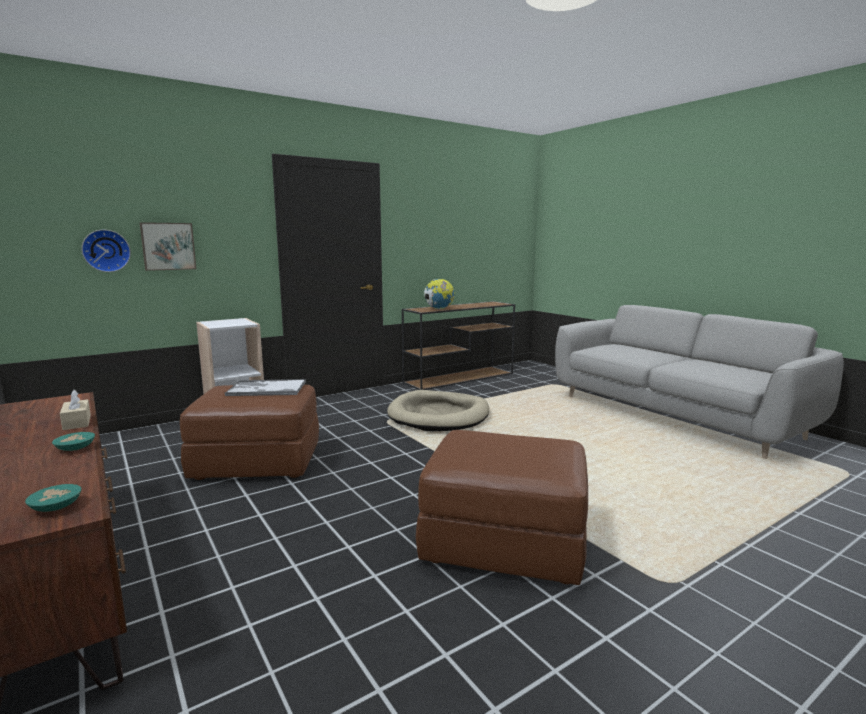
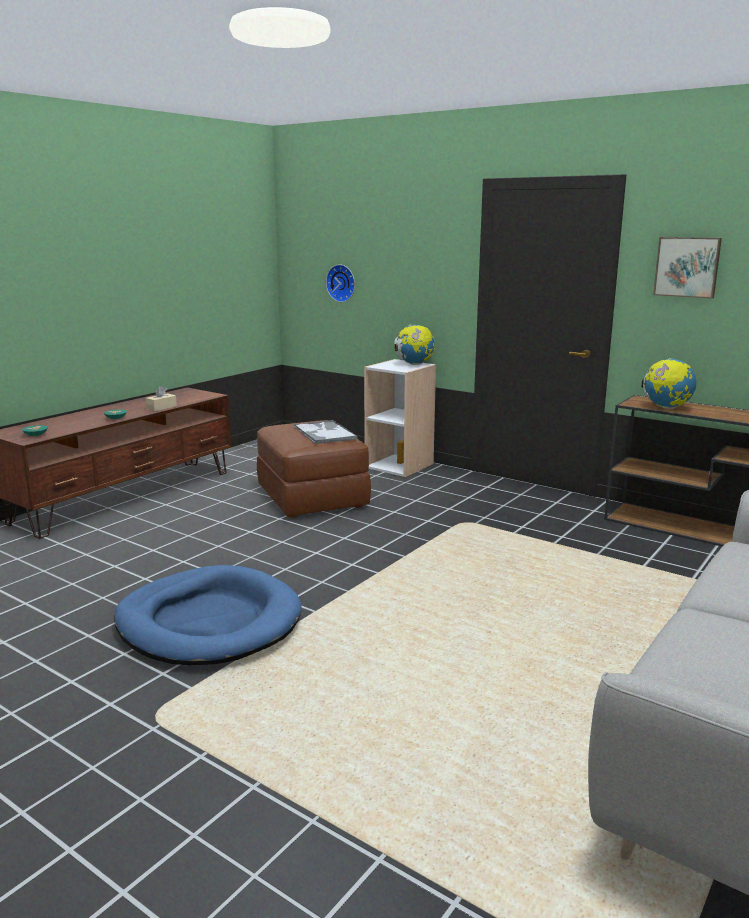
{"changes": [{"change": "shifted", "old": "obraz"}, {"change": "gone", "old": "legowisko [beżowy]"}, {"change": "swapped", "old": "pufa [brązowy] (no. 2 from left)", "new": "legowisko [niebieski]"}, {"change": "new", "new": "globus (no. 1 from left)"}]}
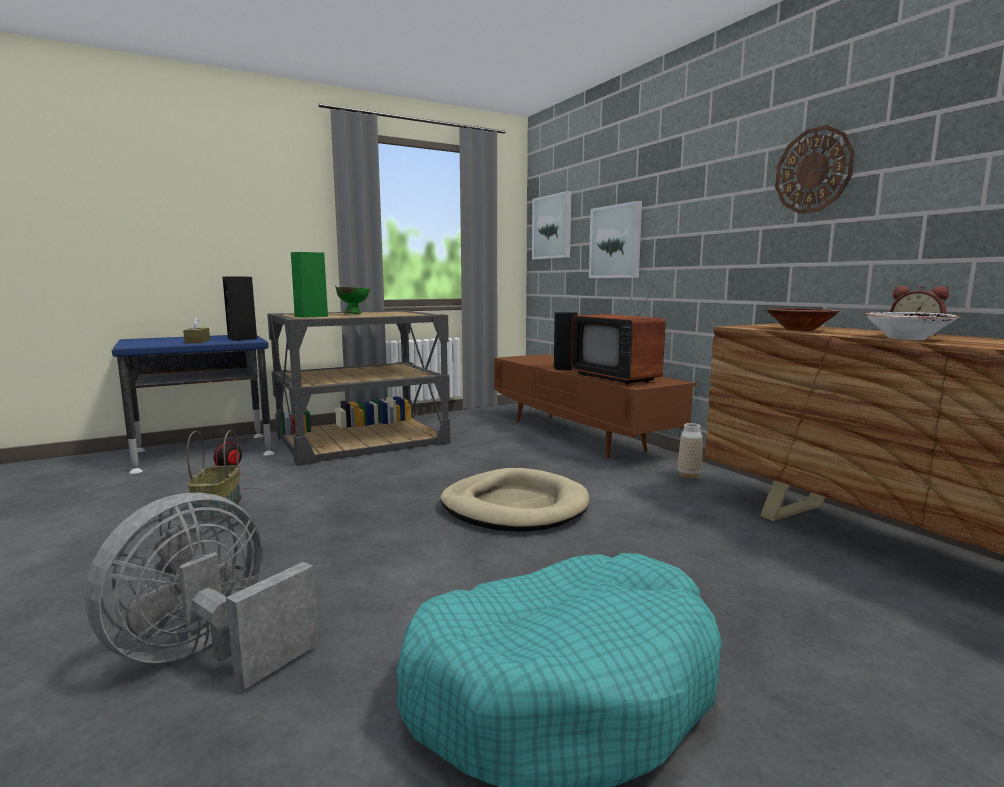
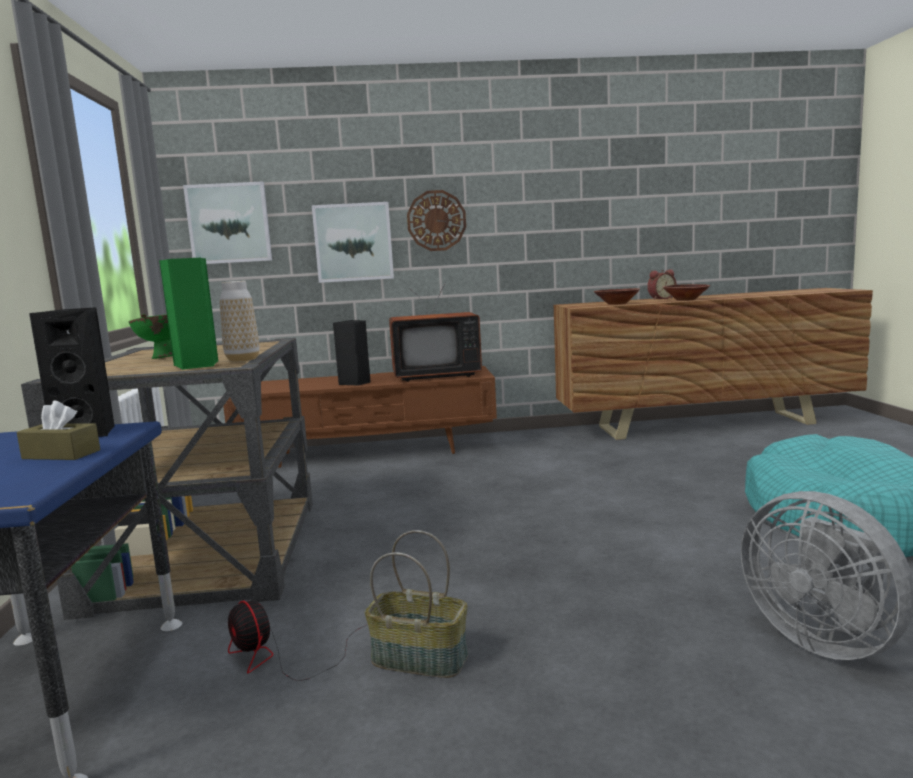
{"changes": [{"change": "gone", "old": "legowisko [beżowy]"}, {"change": "shifted", "old": "wazon"}, {"change": "shifted", "old": "zegar ścienny"}, {"change": "repainted", "old": "miska [biały]", "new": "miska [brązowy] (no. 2 from left)"}]}
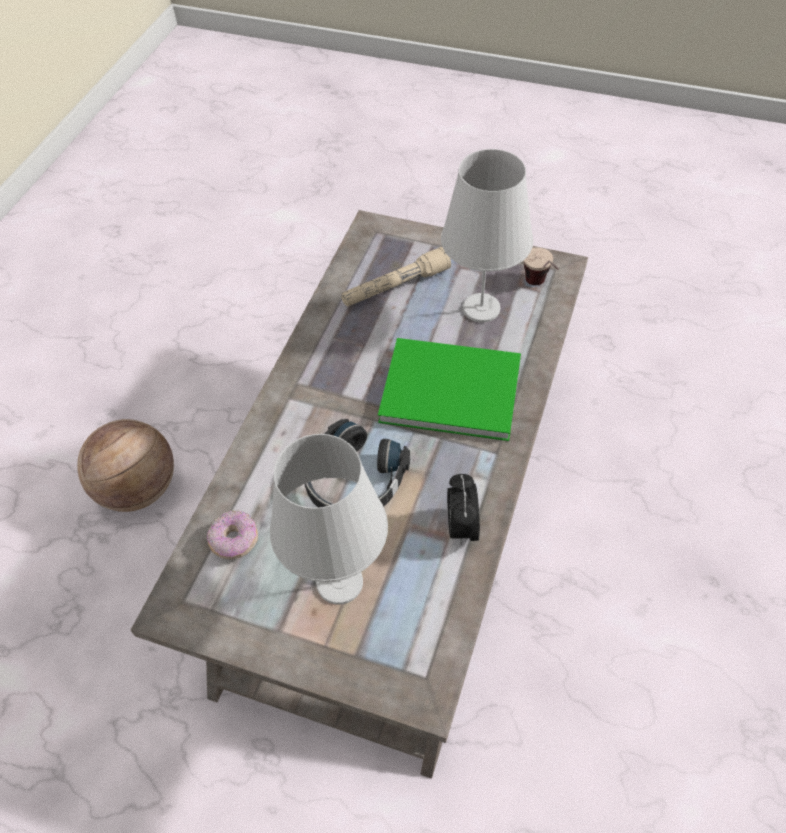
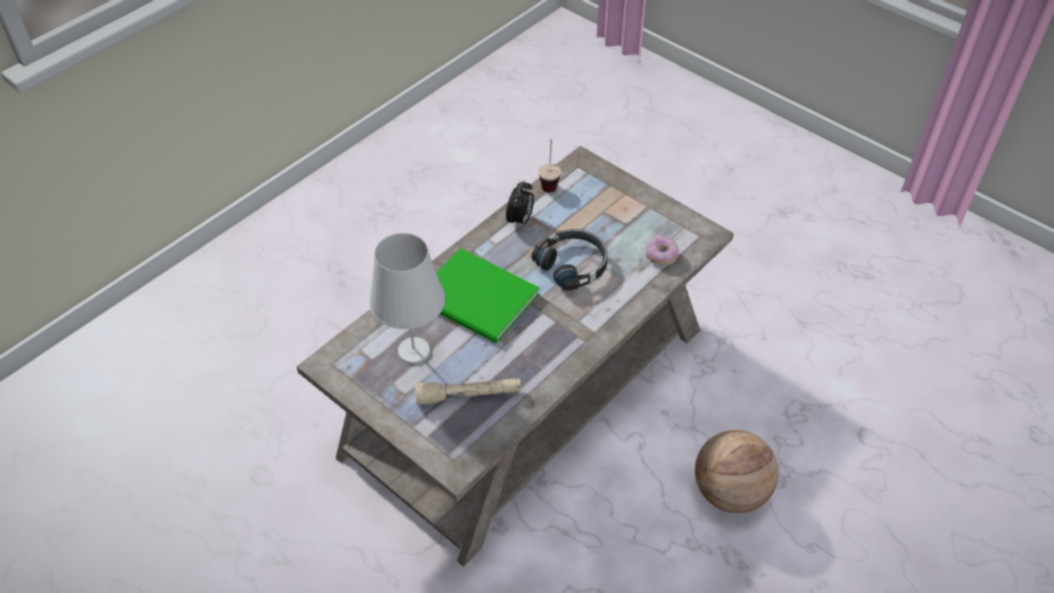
{"changes": [{"change": "gone", "old": "lampa stołowa [biały] (no. 1 from left)"}, {"change": "shifted", "old": "filiżanka"}]}
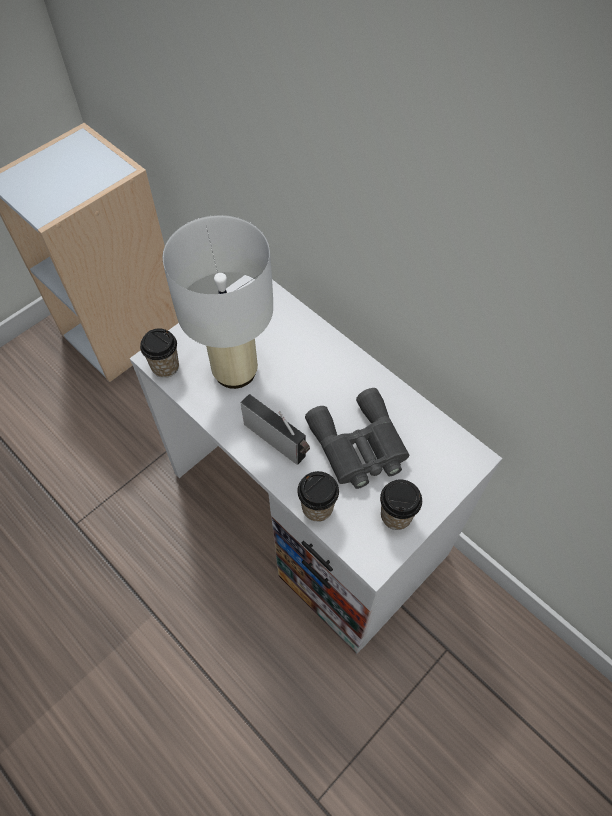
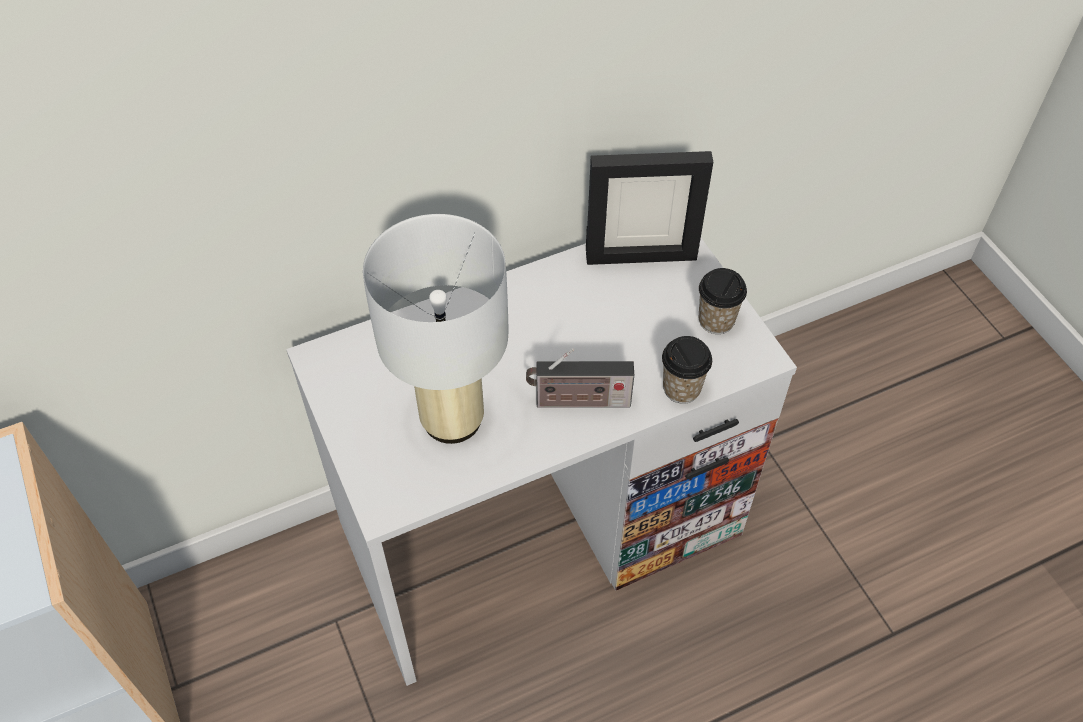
{"changes": [{"change": "gone", "old": "filiżanka (no. 1 from left)"}, {"change": "rotated", "old": "radio", "degrees": -150}, {"change": "gone", "old": "lornetka [szary]"}, {"change": "new", "new": "ramka na zdjęcie"}]}
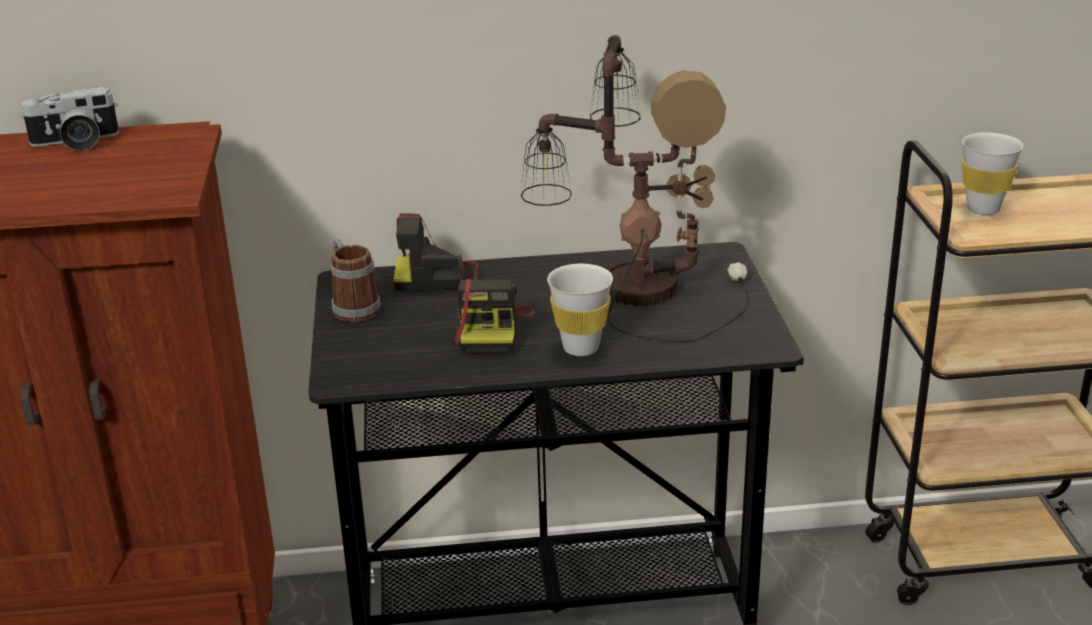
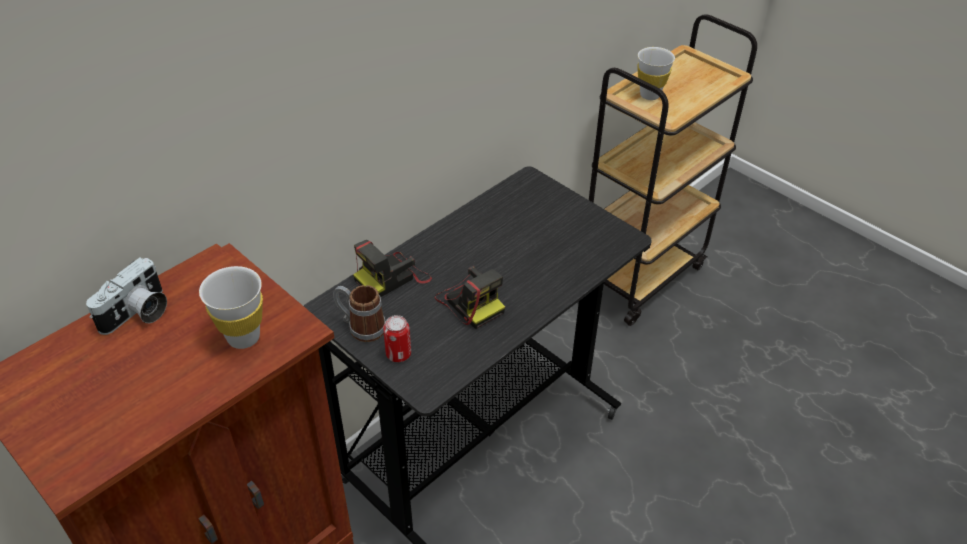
{"changes": [{"change": "gone", "old": "lampa stołowa"}, {"change": "shifted", "old": "filiżanka [biały] (no. 1 from left)"}, {"change": "new", "new": "puszka"}]}
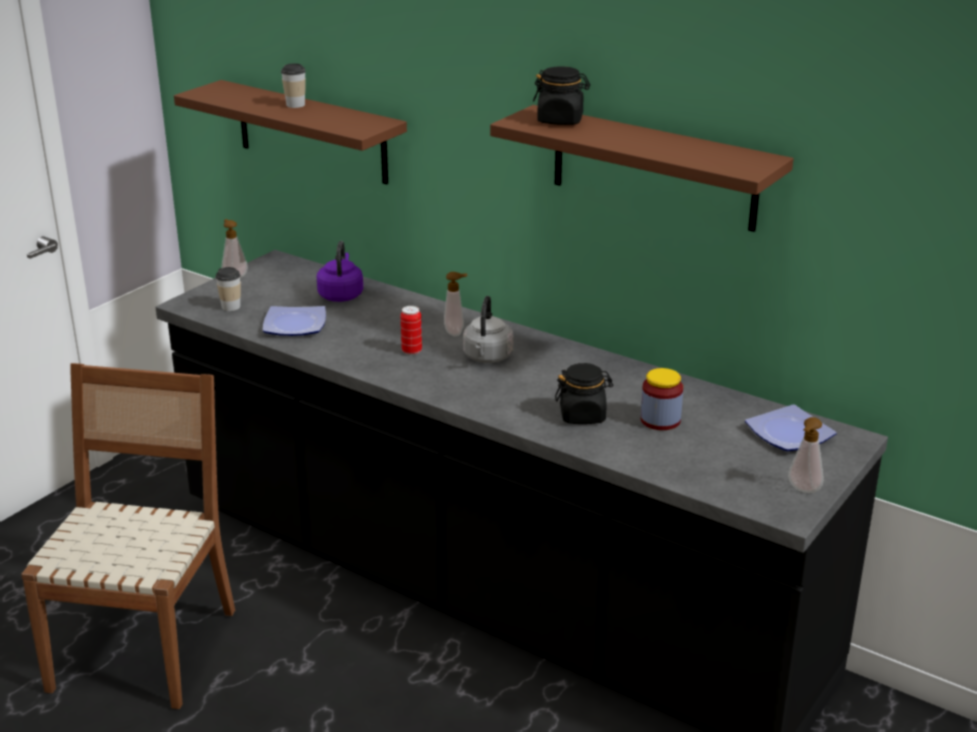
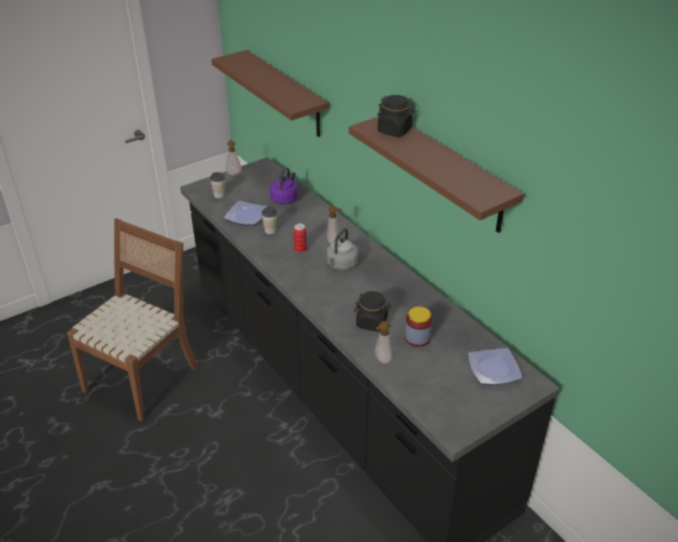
{"changes": [{"change": "shifted", "old": "filiżanka (no. 2 from left)"}, {"change": "shifted", "old": "dozownik mydła (no. 3 from left)"}]}
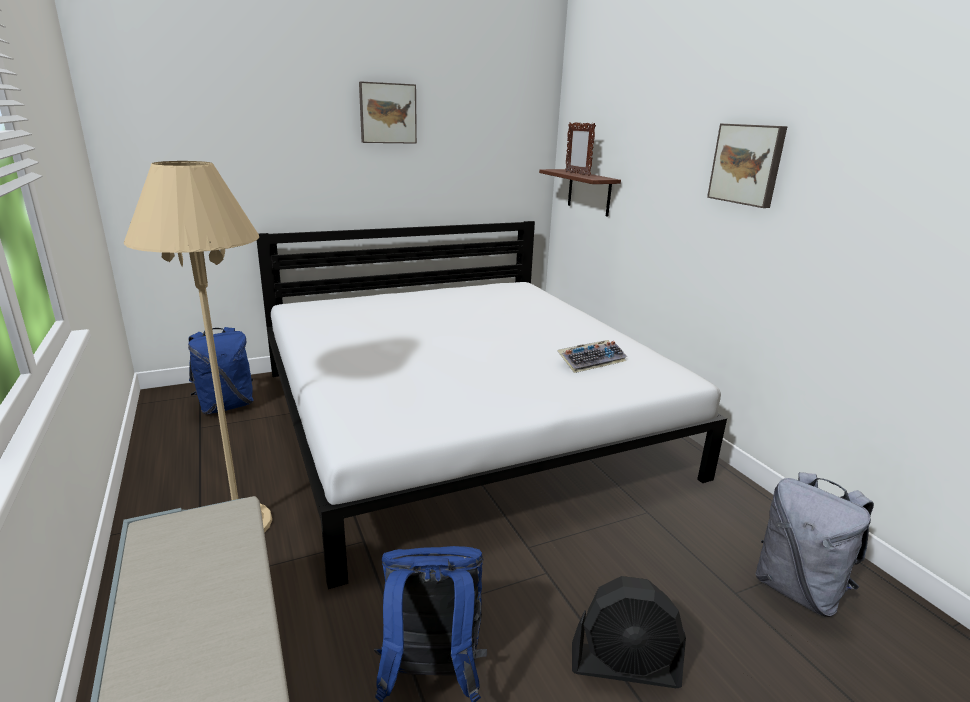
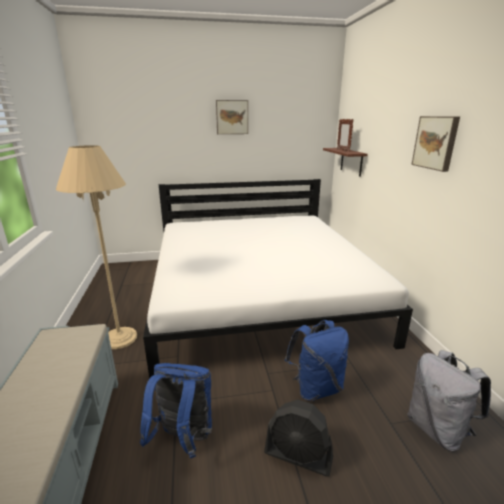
{"changes": [{"change": "shifted", "old": "plecak [niebieski] (no. 1 from left in the first image)", "new": "plecak [niebieski] (no. 2 from left)"}, {"change": "gone", "old": "klawiatura"}]}
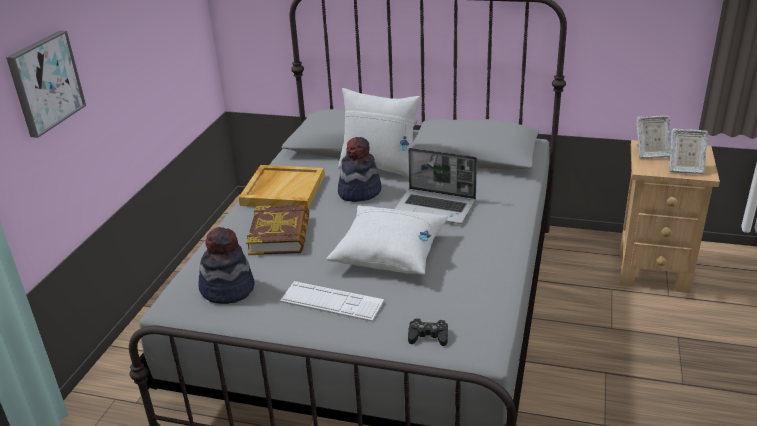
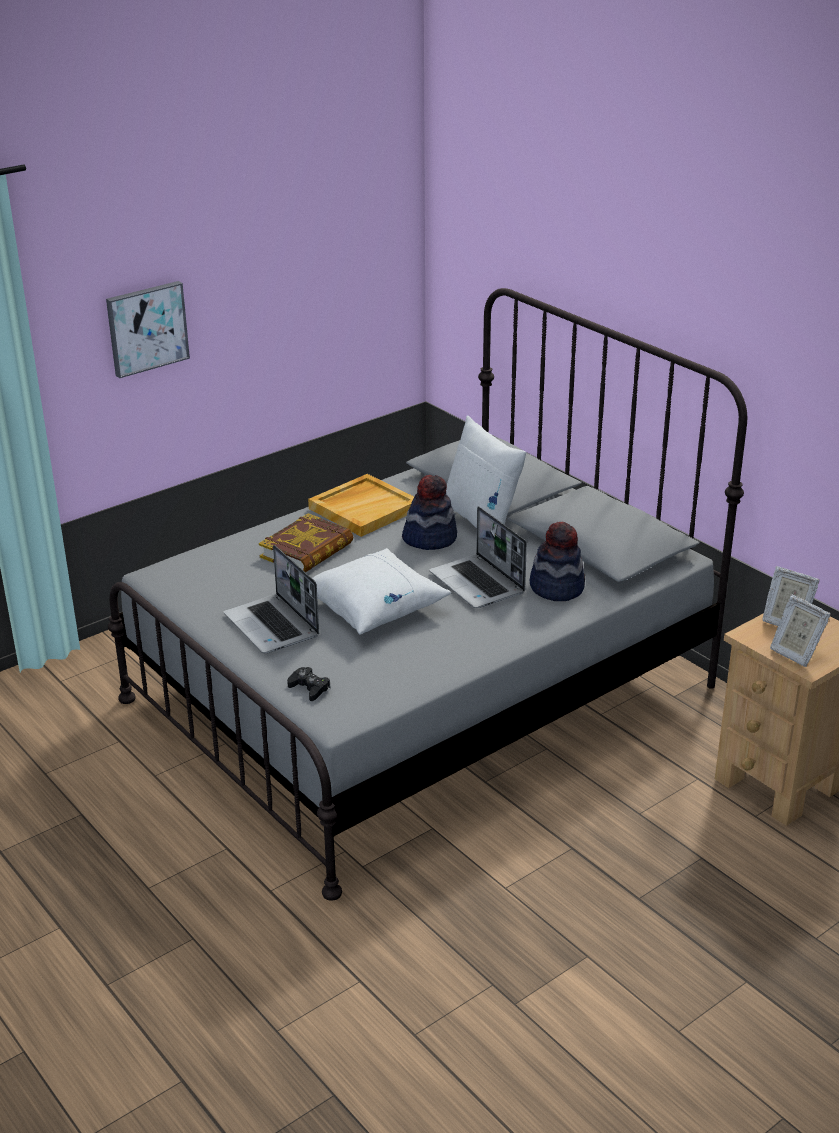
{"changes": [{"change": "shifted", "old": "kapelusz (no. 1 from left in the first image)", "new": "kapelusz (no. 2 from left)"}, {"change": "swapped", "old": "klawiatura", "new": "laptop (no. 1 from left)"}]}
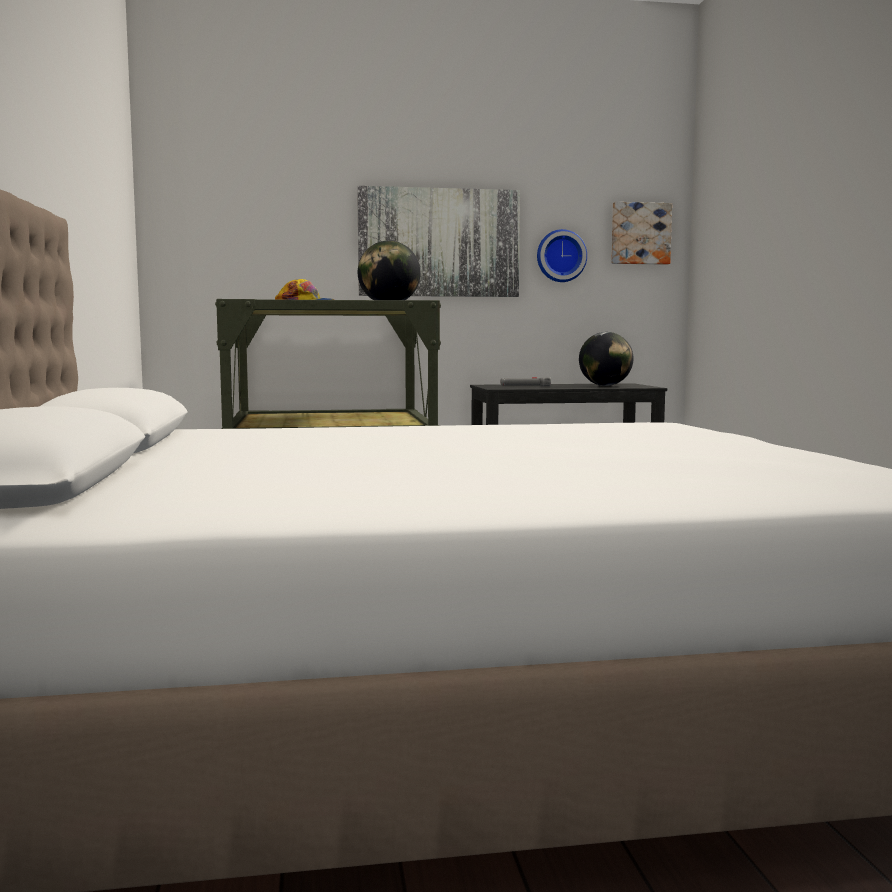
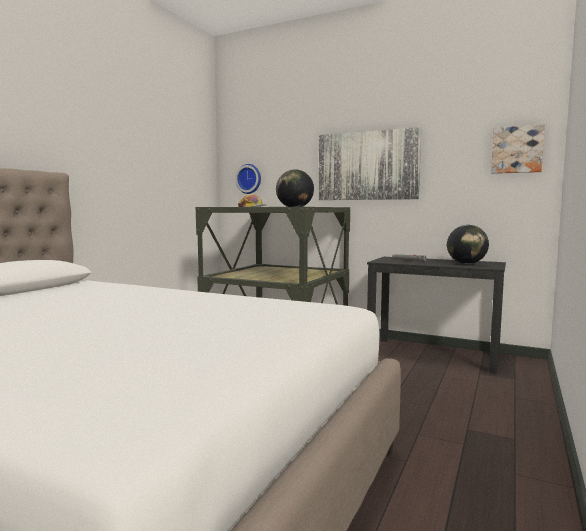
{"changes": [{"change": "shifted", "old": "zegar ścienny"}]}
